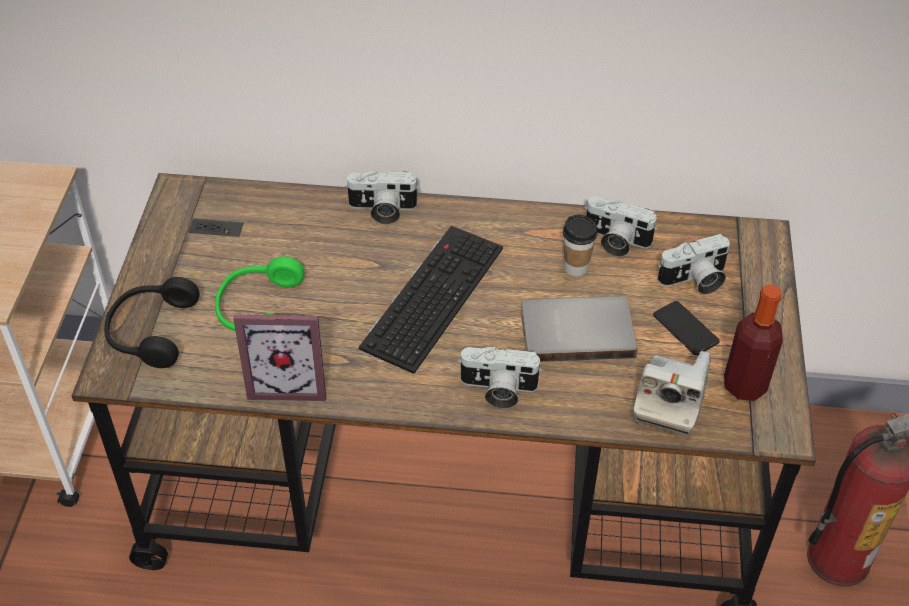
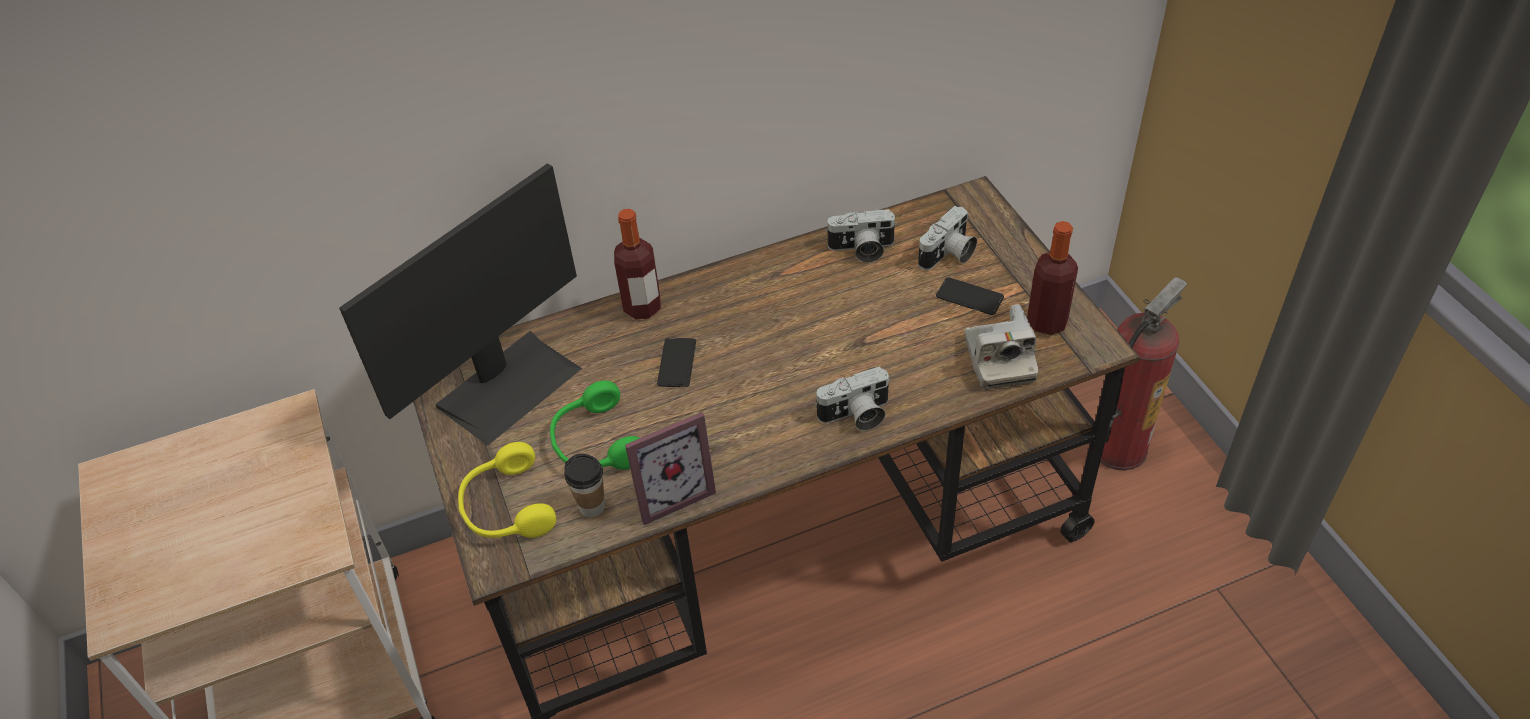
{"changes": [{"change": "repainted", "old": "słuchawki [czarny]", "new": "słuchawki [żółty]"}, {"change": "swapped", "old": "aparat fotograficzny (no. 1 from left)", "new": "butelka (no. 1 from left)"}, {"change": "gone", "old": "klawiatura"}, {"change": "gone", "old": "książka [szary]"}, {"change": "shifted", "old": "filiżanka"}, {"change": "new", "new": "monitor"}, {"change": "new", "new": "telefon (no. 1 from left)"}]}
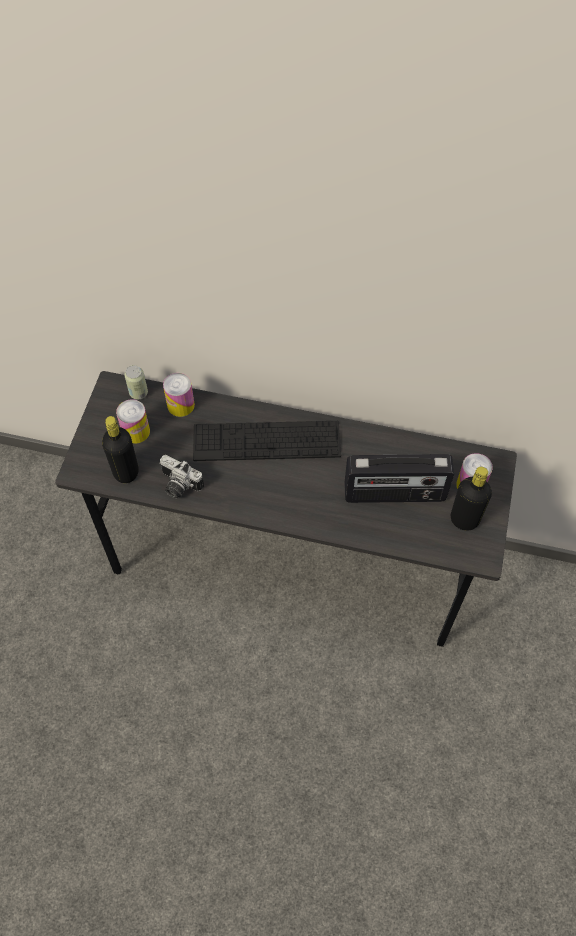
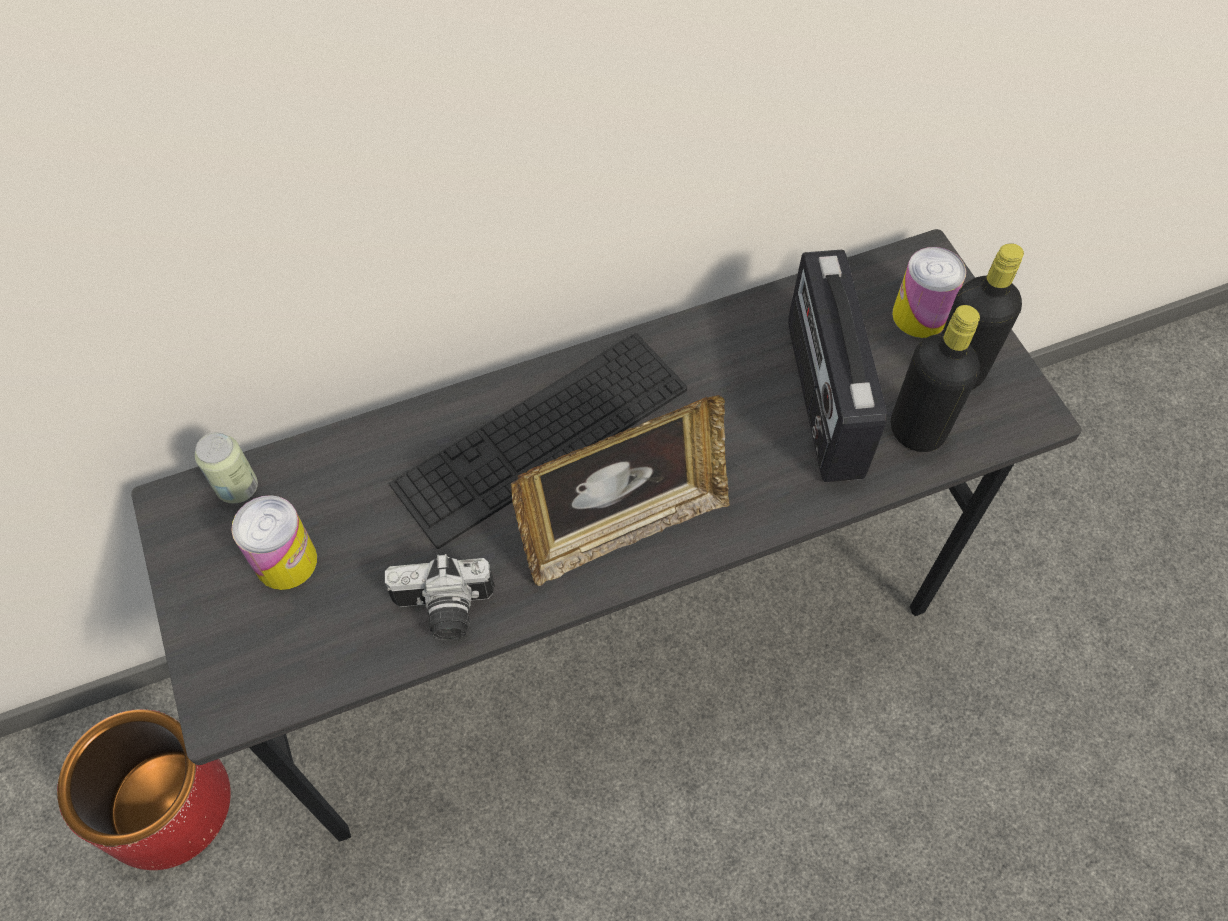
{"changes": [{"change": "shifted", "old": "butelka [czarny] (no. 1 from left)"}, {"change": "gone", "old": "puszka (no. 3 from left)"}, {"change": "rotated", "old": "radio", "degrees": 120}, {"change": "new", "new": "donica [czerwony]"}, {"change": "new", "new": "ramka na zdjęcie"}]}
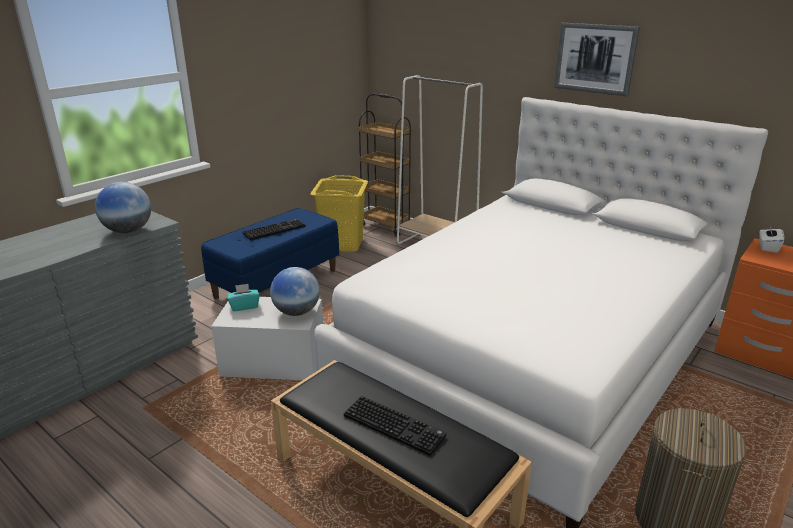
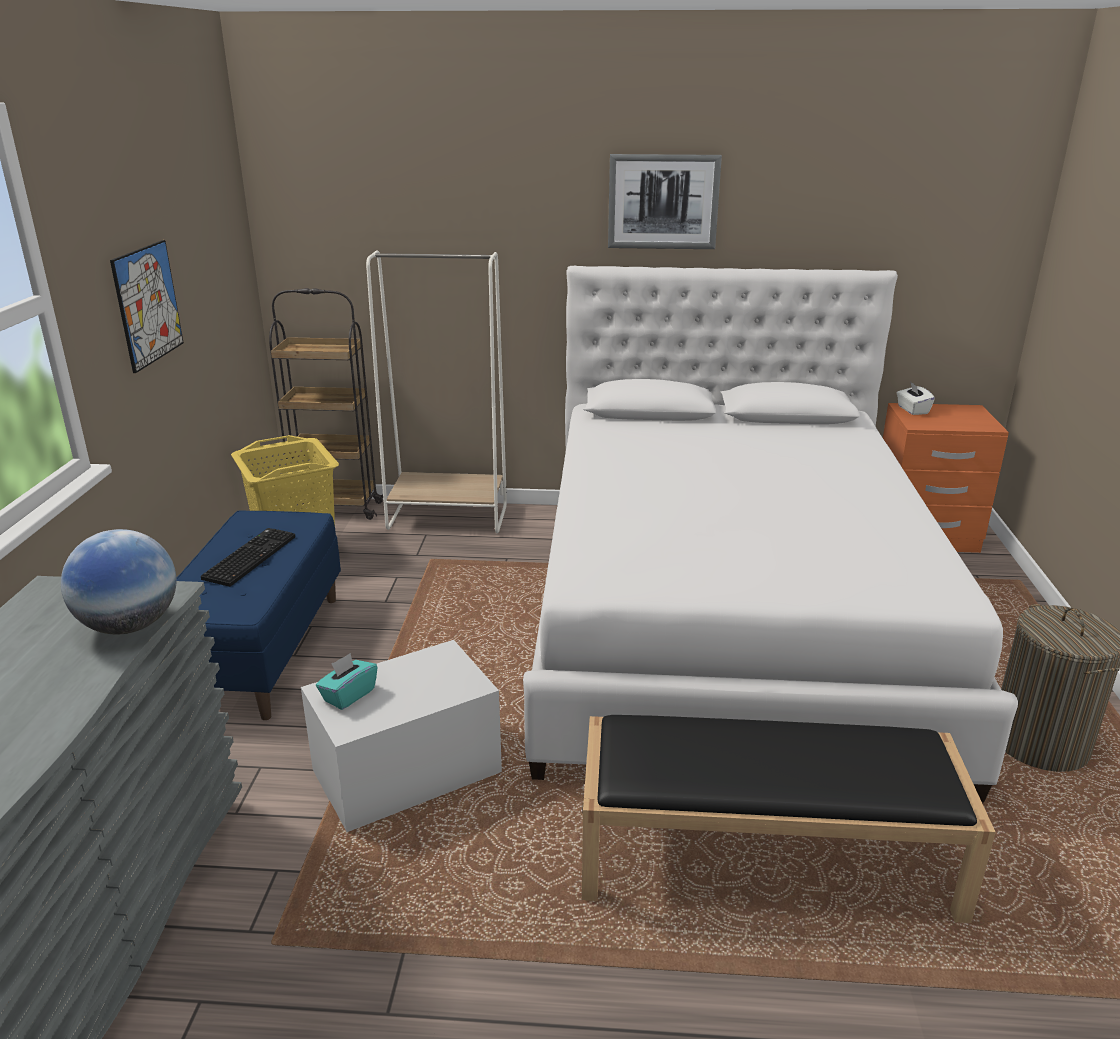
{"changes": [{"change": "gone", "old": "globus (no. 2 from left)"}, {"change": "gone", "old": "klawiatura (no. 2 from left)"}, {"change": "new", "new": "obraz (no. 1 from left)"}]}
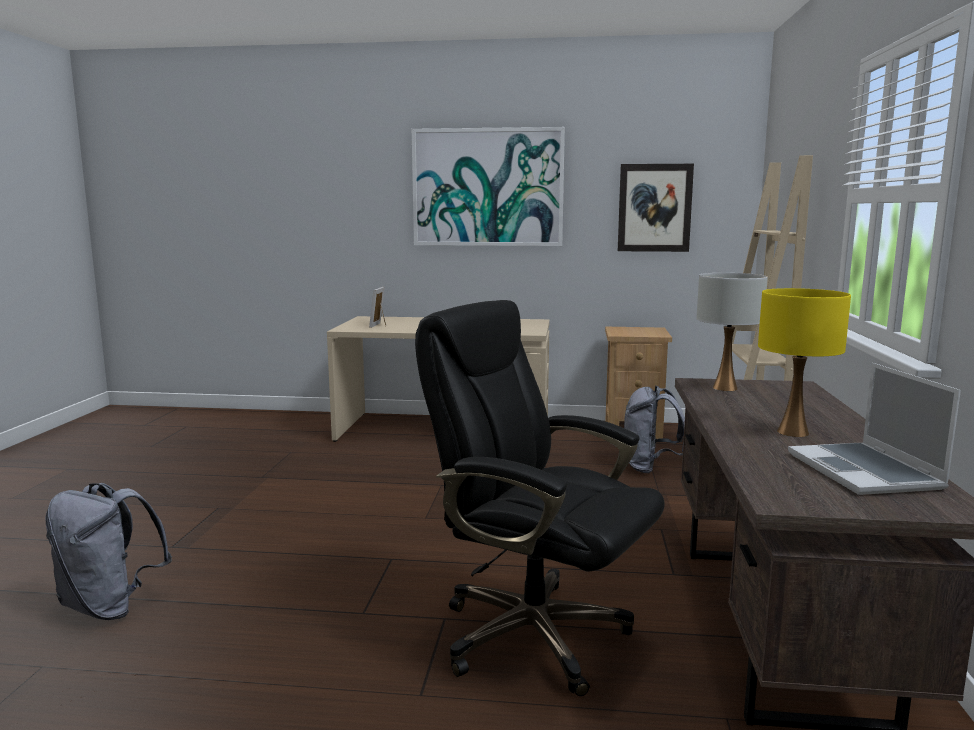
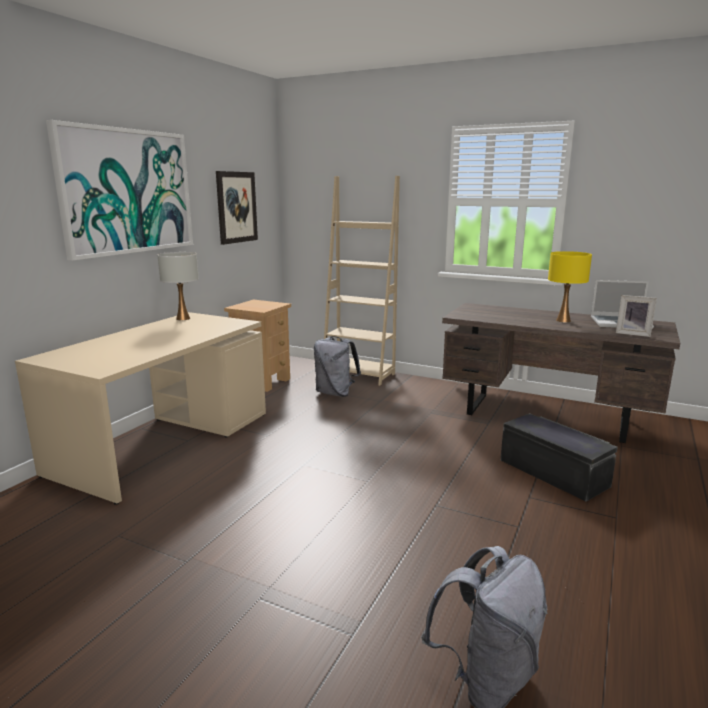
{"changes": [{"change": "shifted", "old": "ramka na zdjęcie"}, {"change": "swapped", "old": "krzesło biurowe [czarny]", "new": "pojemnik do przechowywania [czarny]"}, {"change": "shifted", "old": "lampa stołowa [biały]"}]}
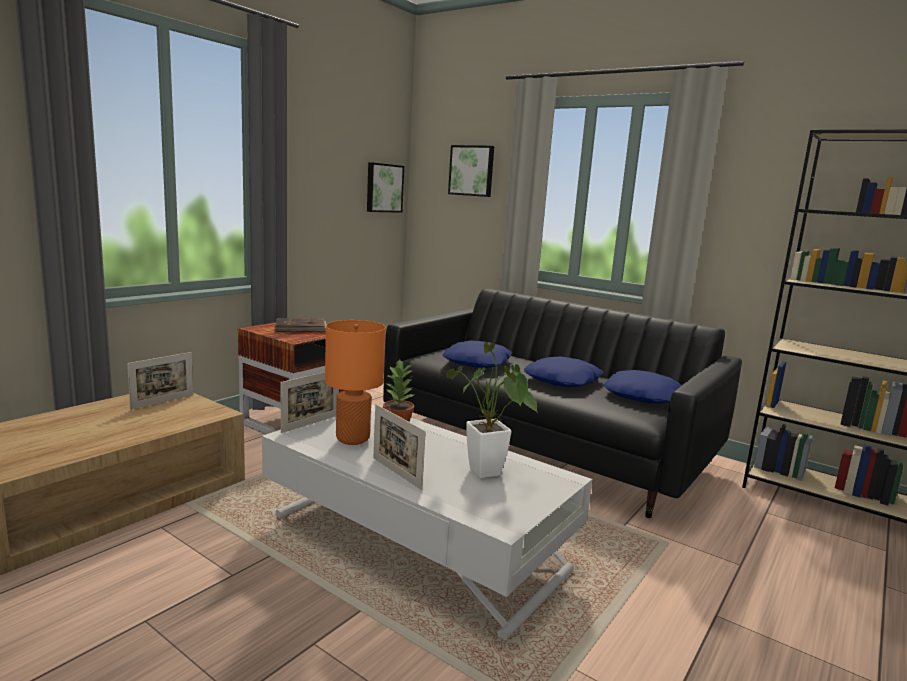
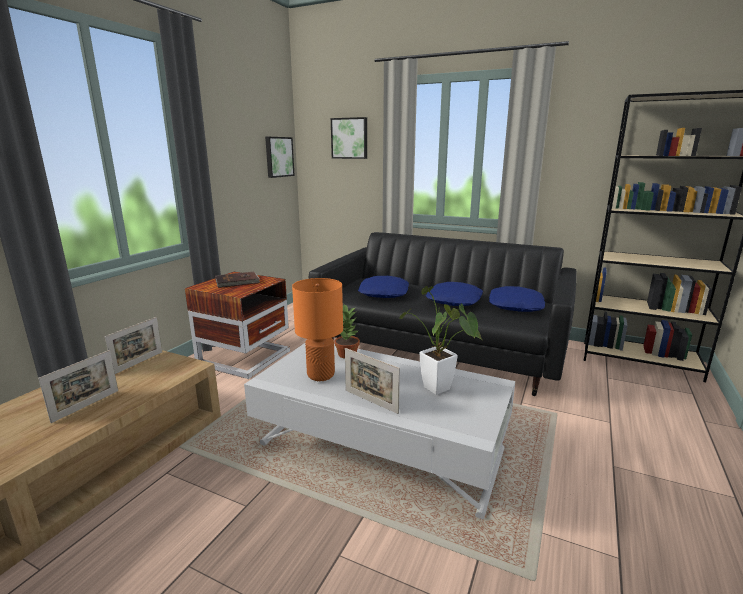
{"changes": [{"change": "shifted", "old": "ramka na zdjęcie (no. 2 from left in the first image)", "new": "ramka na zdjęcie (no. 1 from left)"}]}
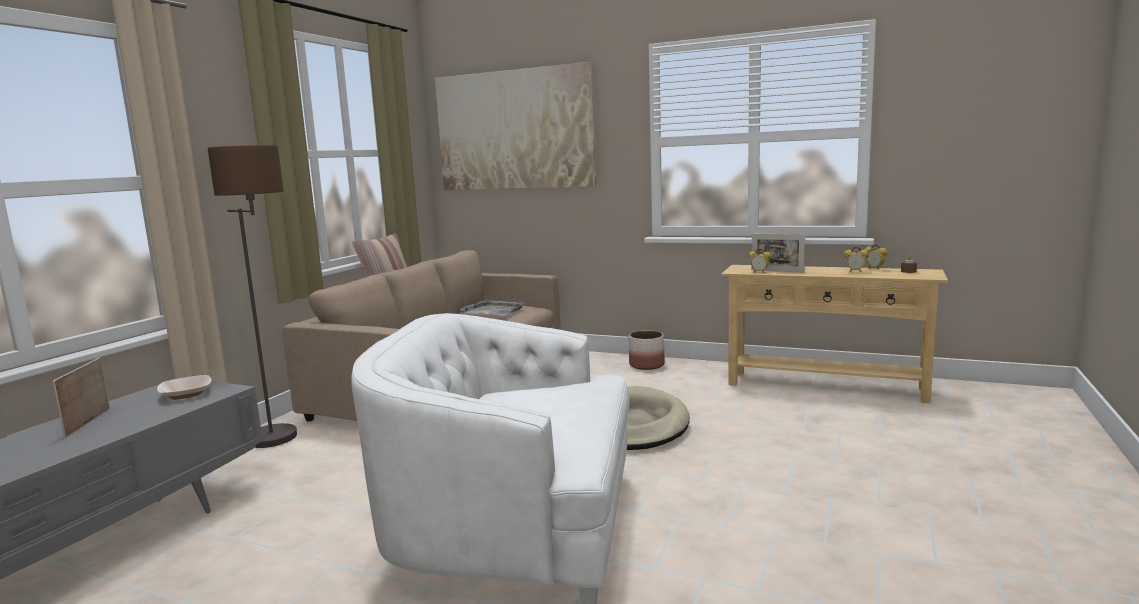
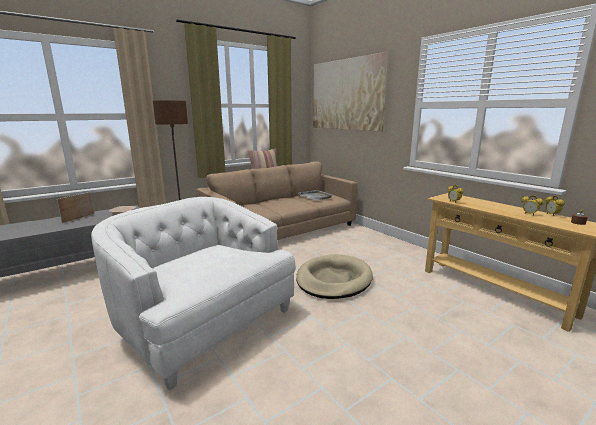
{"changes": [{"change": "gone", "old": "donica"}, {"change": "gone", "old": "ramka na zdjęcie (no. 2 from left)"}]}
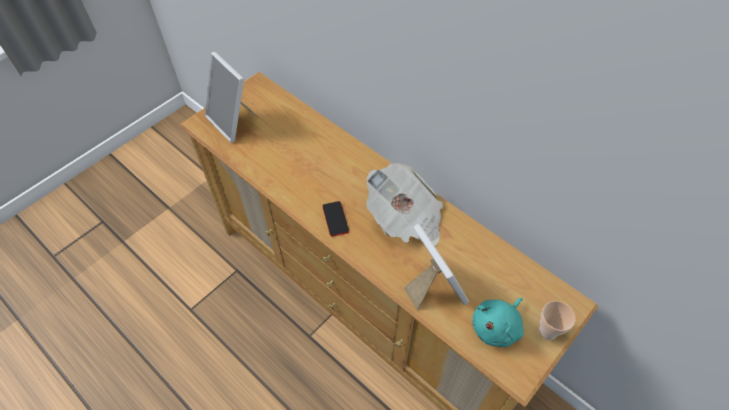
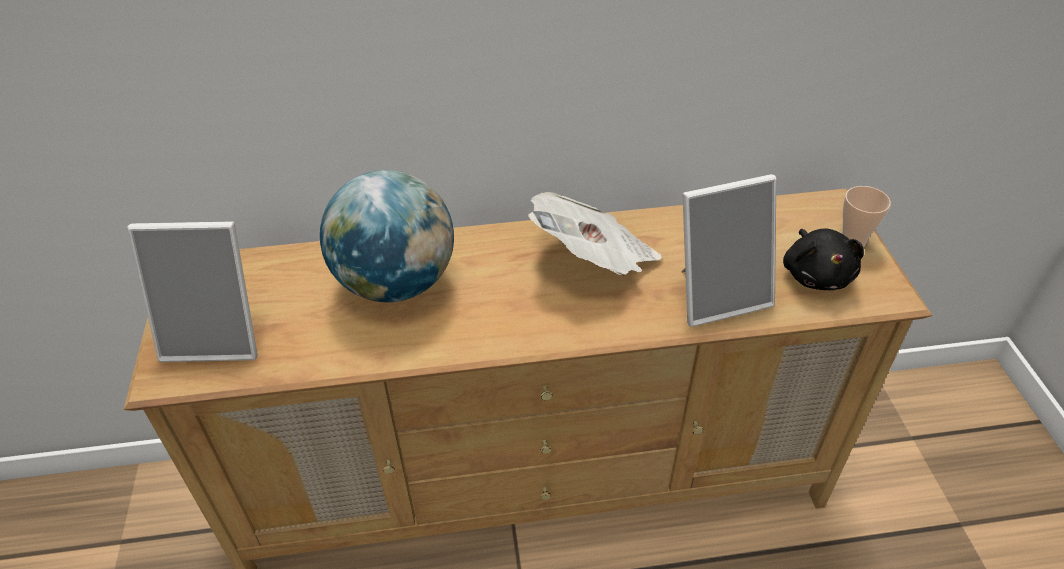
{"changes": [{"change": "gone", "old": "telefon"}, {"change": "rotated", "old": "ramka na zdjęcie (no. 2 from left)", "degrees": 150}, {"change": "repainted", "old": "pluszak [turkusowy]", "new": "pluszak [czarny]"}, {"change": "new", "new": "globus"}]}
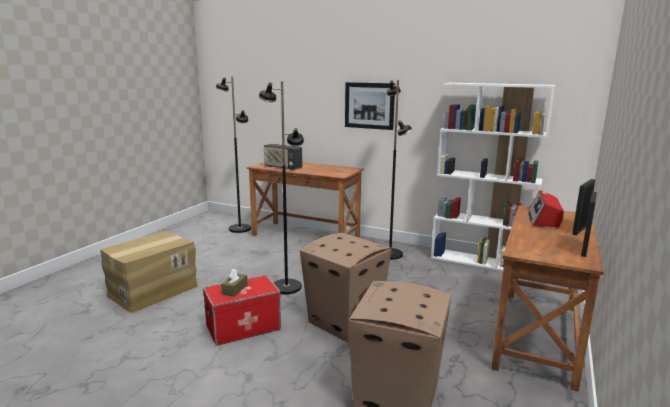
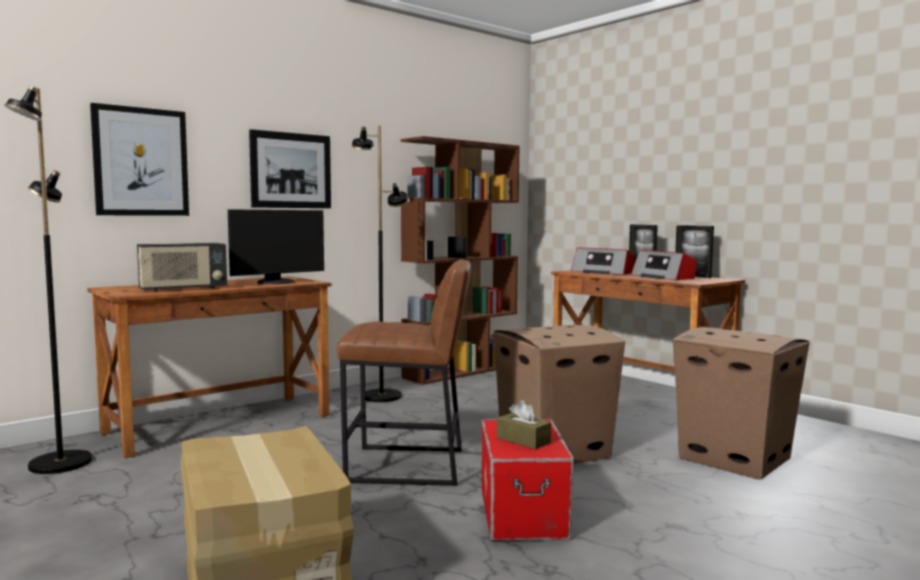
{"changes": [{"change": "swapped", "old": "lampa stojąca [czarny] (no. 2 from left)", "new": "krzesło [brązowy]"}, {"change": "repainted", "old": "regał [biały]", "new": "regał [brązowy]"}, {"change": "new", "new": "obraz (no. 1 from left)"}, {"change": "new", "new": "monitor"}, {"change": "new", "new": "radio (no. 3 from left)"}]}
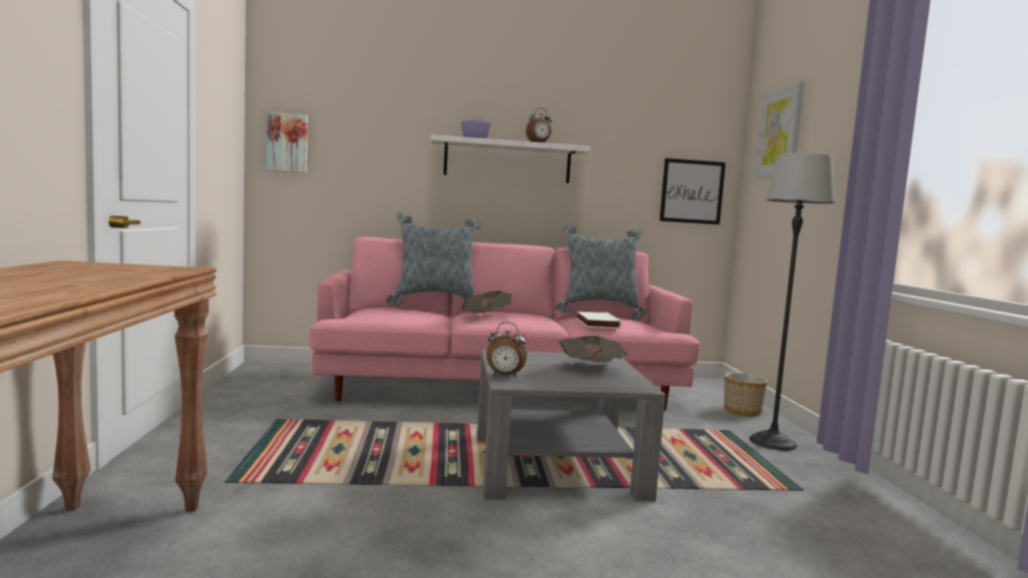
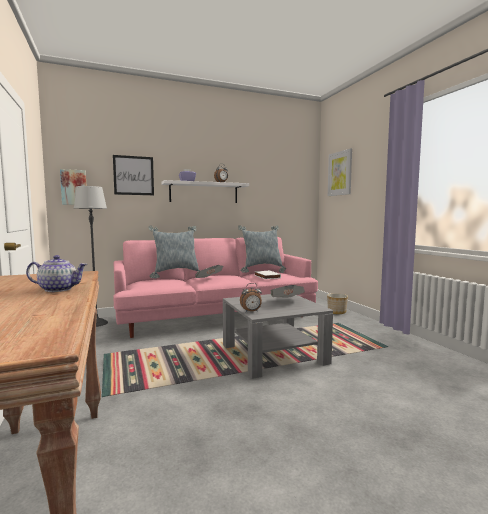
{"changes": [{"change": "shifted", "old": "obraz (no. 2 from left)"}, {"change": "shifted", "old": "lampa stojąca"}, {"change": "new", "new": "imbryk"}]}
